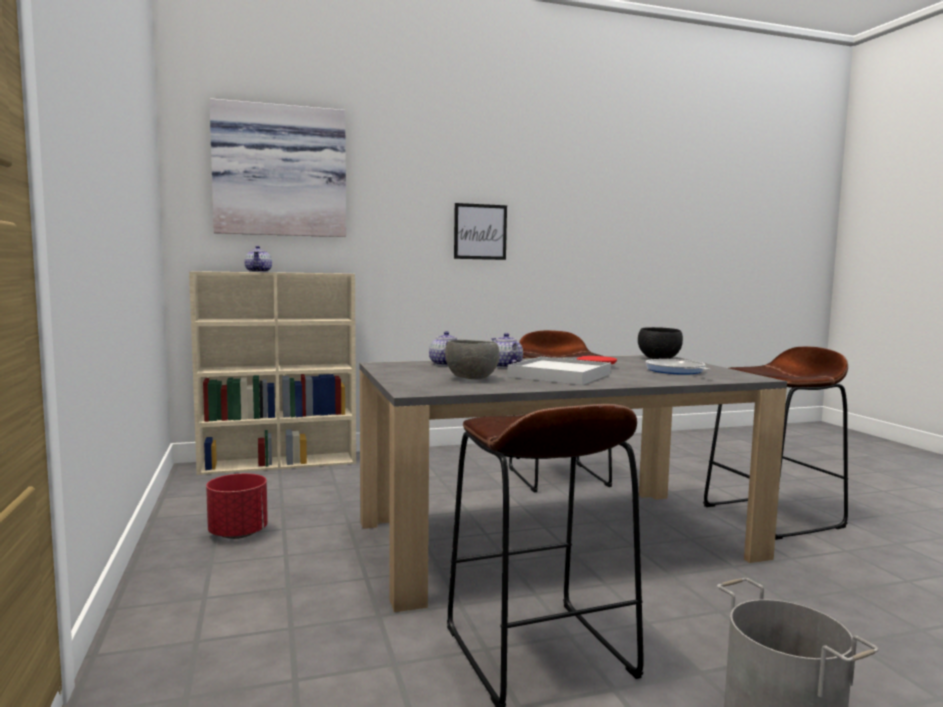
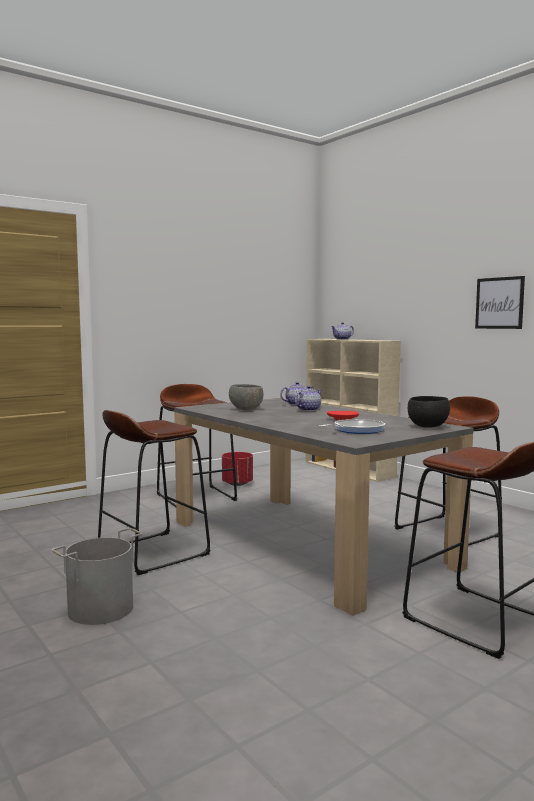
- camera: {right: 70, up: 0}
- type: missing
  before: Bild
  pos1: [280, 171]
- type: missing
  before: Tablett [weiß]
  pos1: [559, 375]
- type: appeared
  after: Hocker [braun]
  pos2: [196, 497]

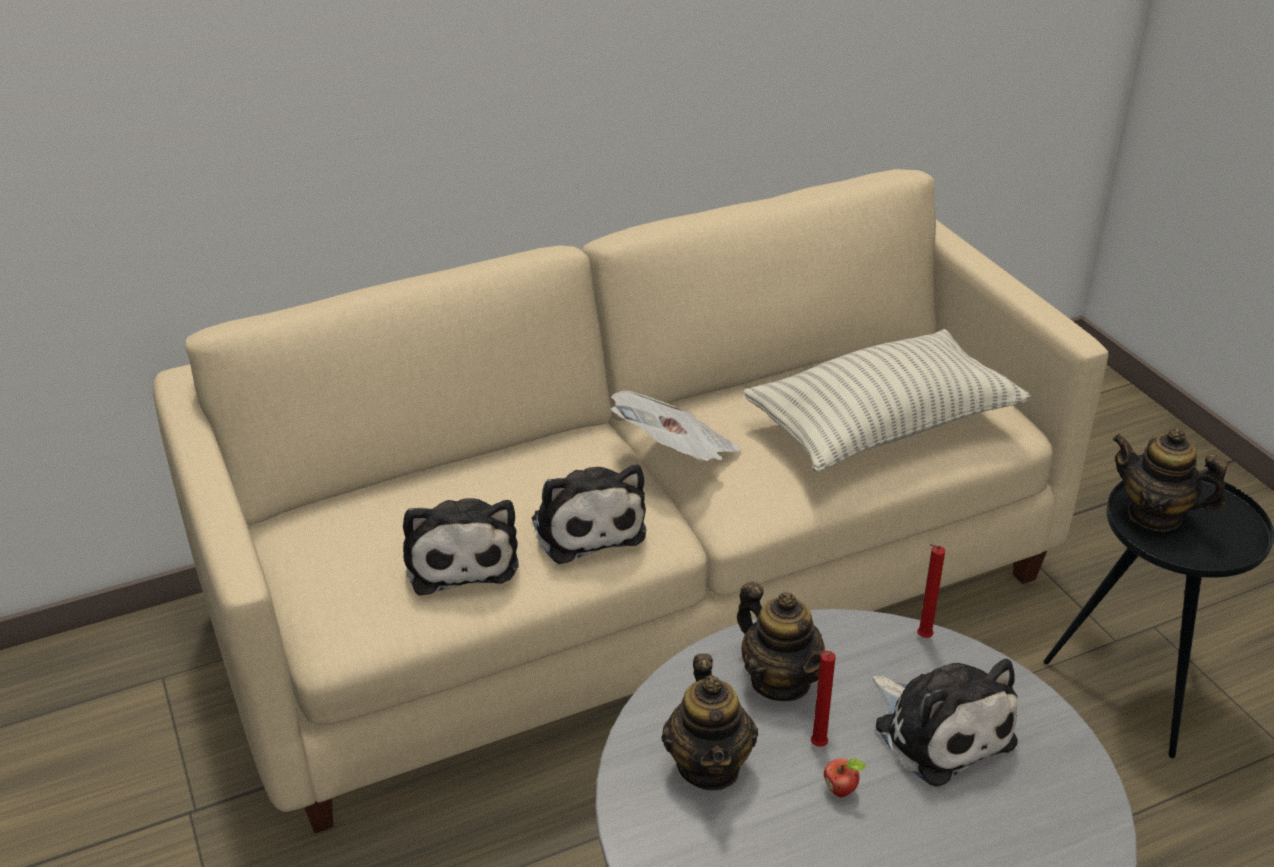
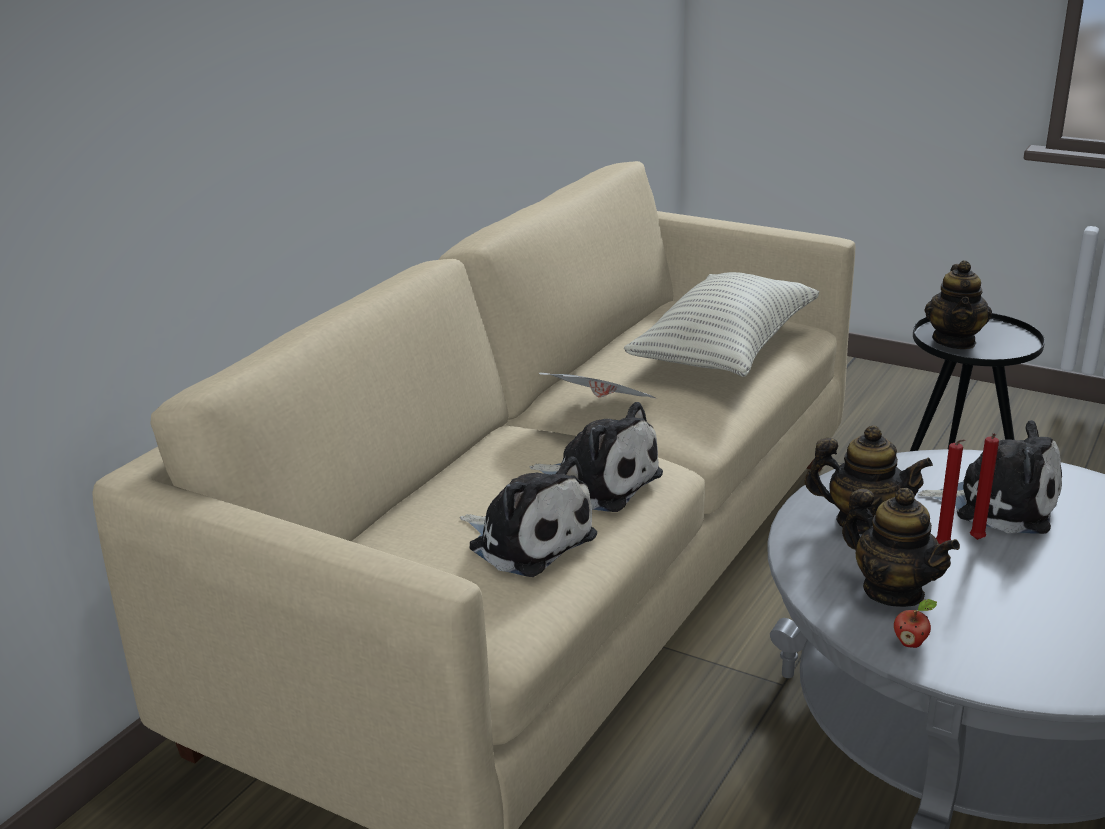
- camera: {right: -35, up: -10}
- type: relocated
  before: Apfel
  pos1: [842, 790]
  pos2: [911, 643]
- type: relocated
  before: Kerze [rot]
  pos1: [922, 638]
  pos2: [976, 540]
- type: spun
  before: Teekanne
  pos1: [1155, 515]
  pos2: [954, 341]
  turn: -75

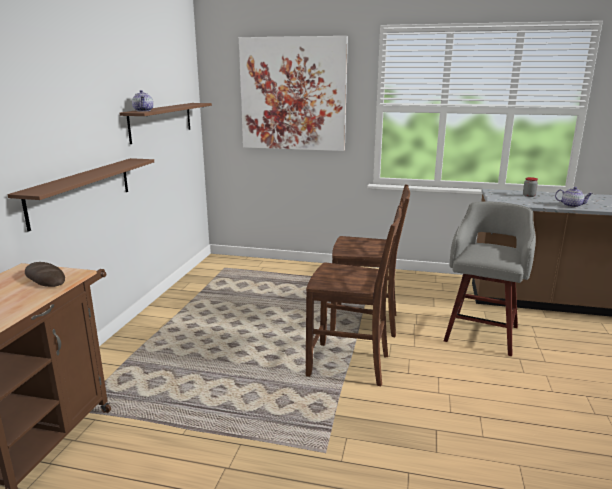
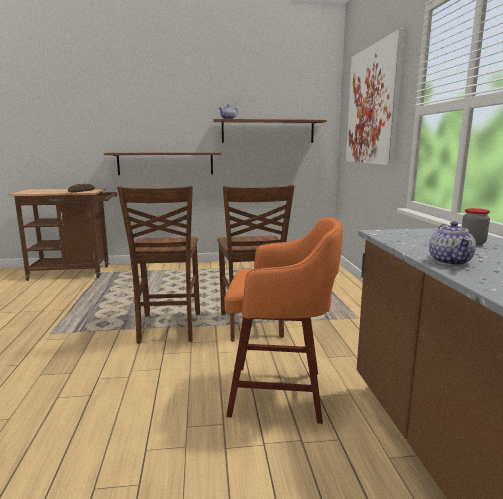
- camera: {right: 70, up: -5}
- type: colour
  before: Hocker [grau]
  after: Hocker [orange]
  pos1: [482, 332]
  pos2: [280, 393]

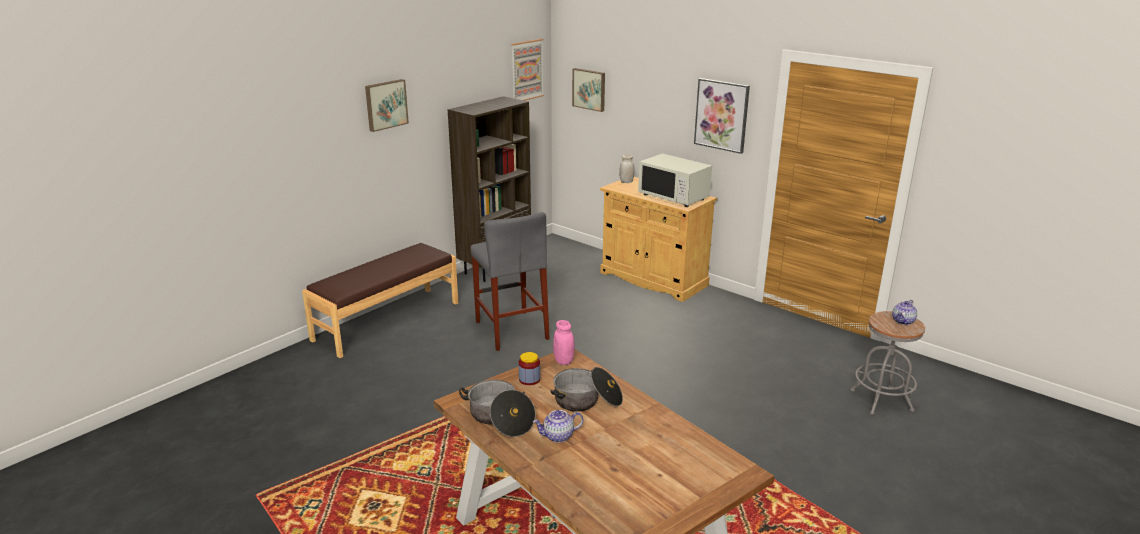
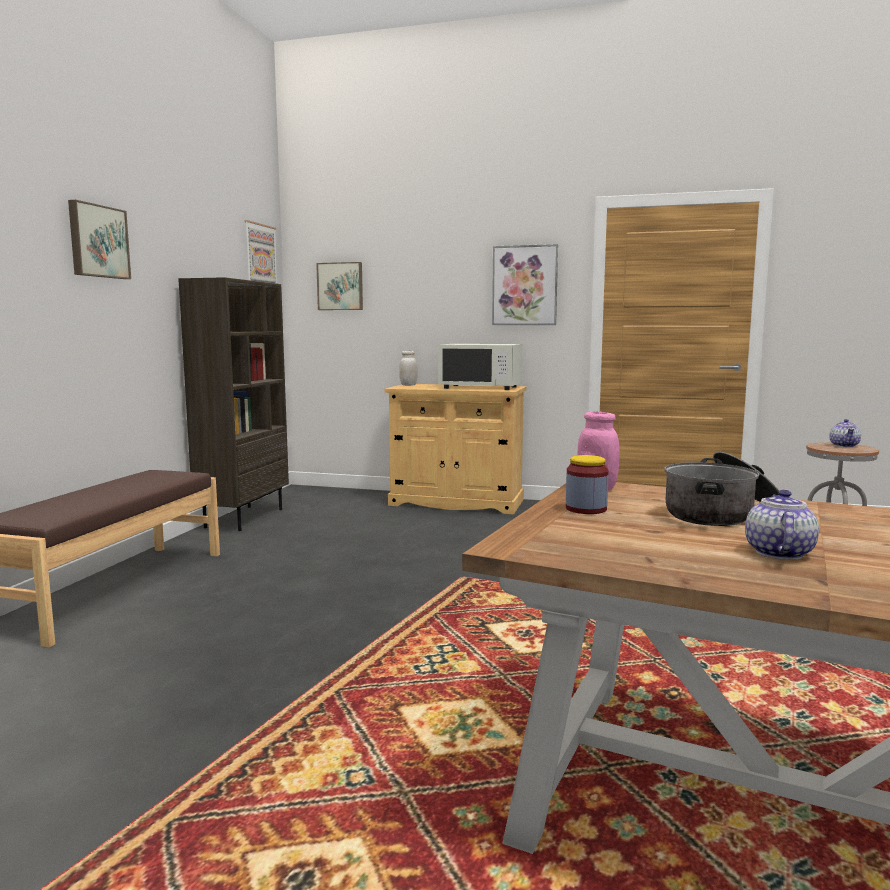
- camera: {right: -25, up: -15}
- type: missing
  before: Kochtopf
  pos1: [499, 418]
- type: missing
  before: Hocker [grau]
  pos1: [511, 330]
- type: spun
  before: Teekanne
  pos1: [558, 436]
  pos2: [777, 552]
  turn: 150

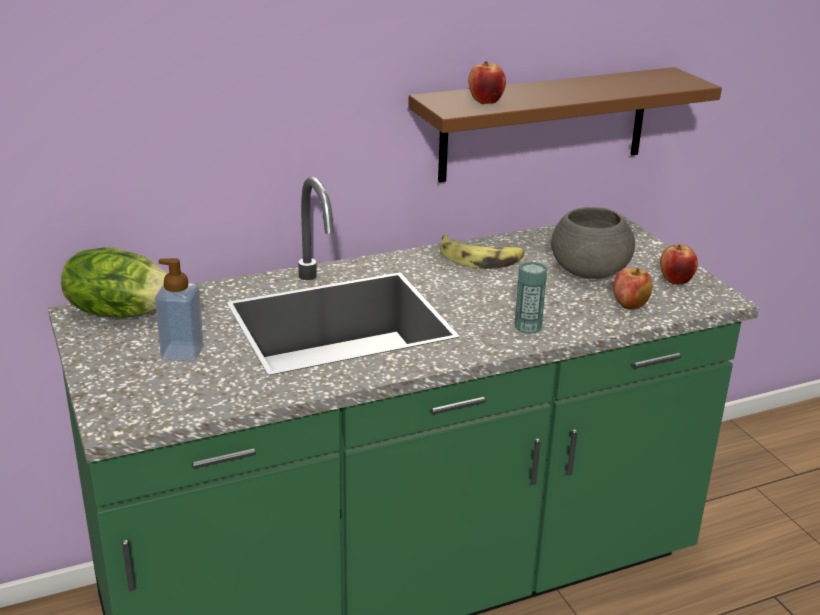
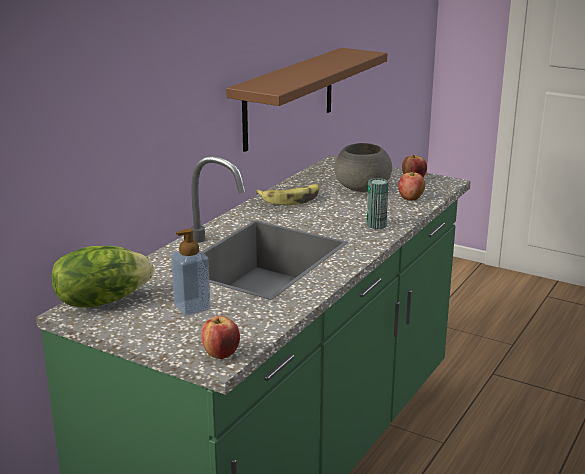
- camera: {right: -35, up: -5}
- type: relocated
  before: Apfel
  pos1: [486, 102]
  pos2: [221, 354]

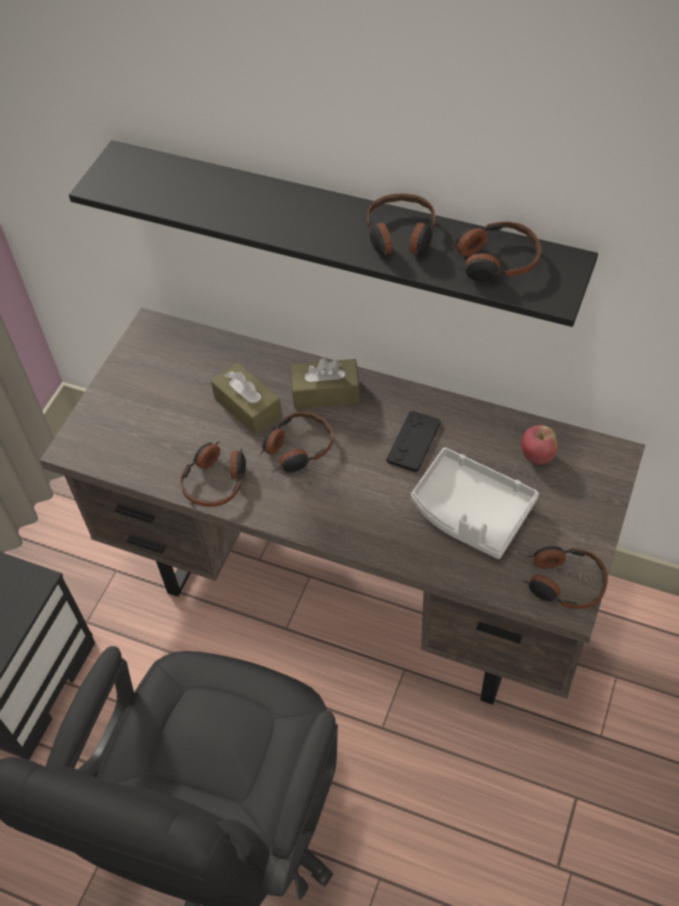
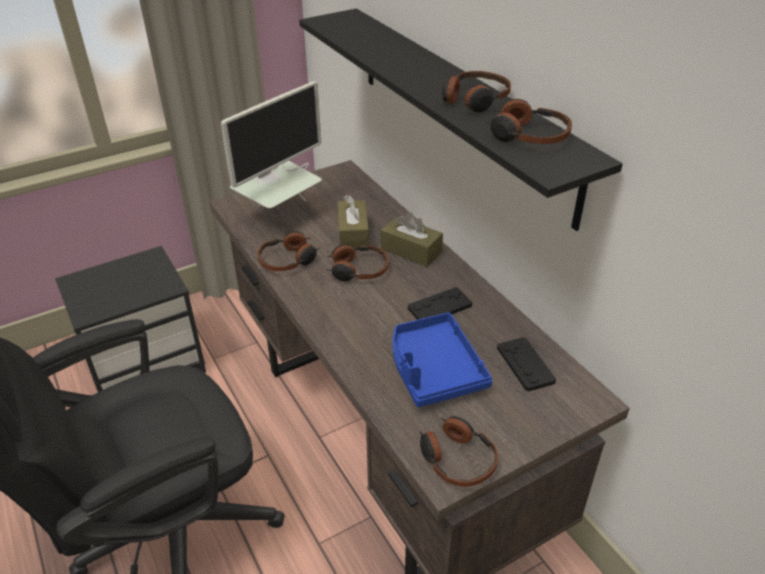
- camera: {right: 35, up: -15}
- type: appeared
  after: Monitor
  pos2: [279, 215]
- type: exchanged
  before: Apfel
  after: Gamepad [schwarz]
  pos1: [537, 456]
  pos2: [525, 365]
- type: colour
  before: Tablett [grau]
  after: Tablett [blau]
  pos1: [470, 512]
  pos2: [434, 369]

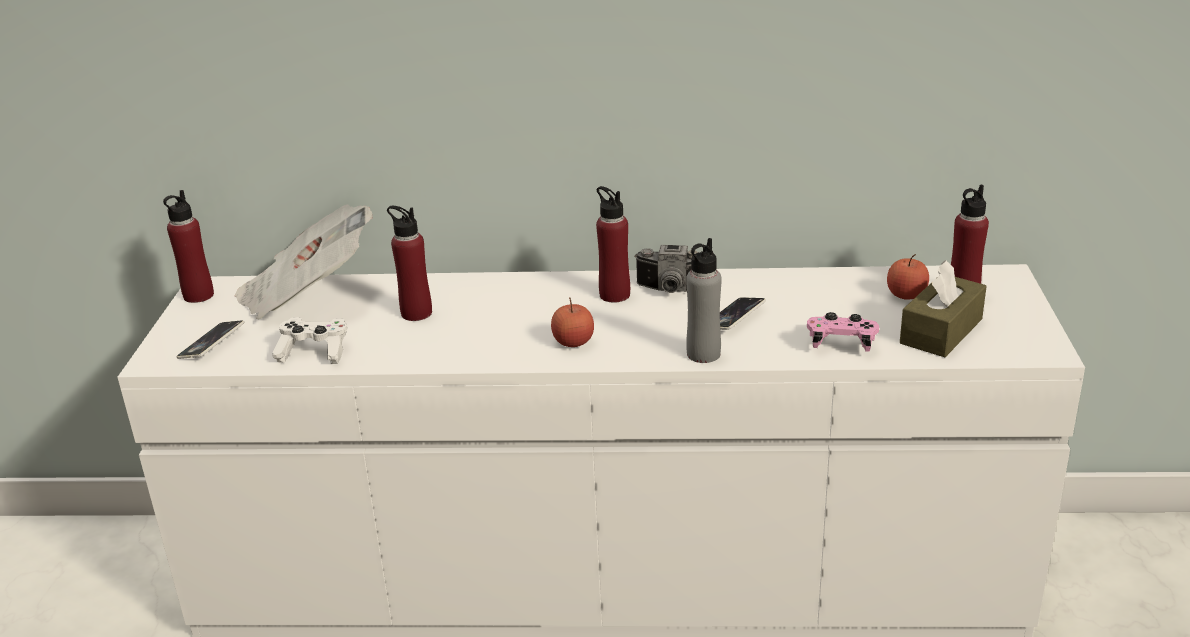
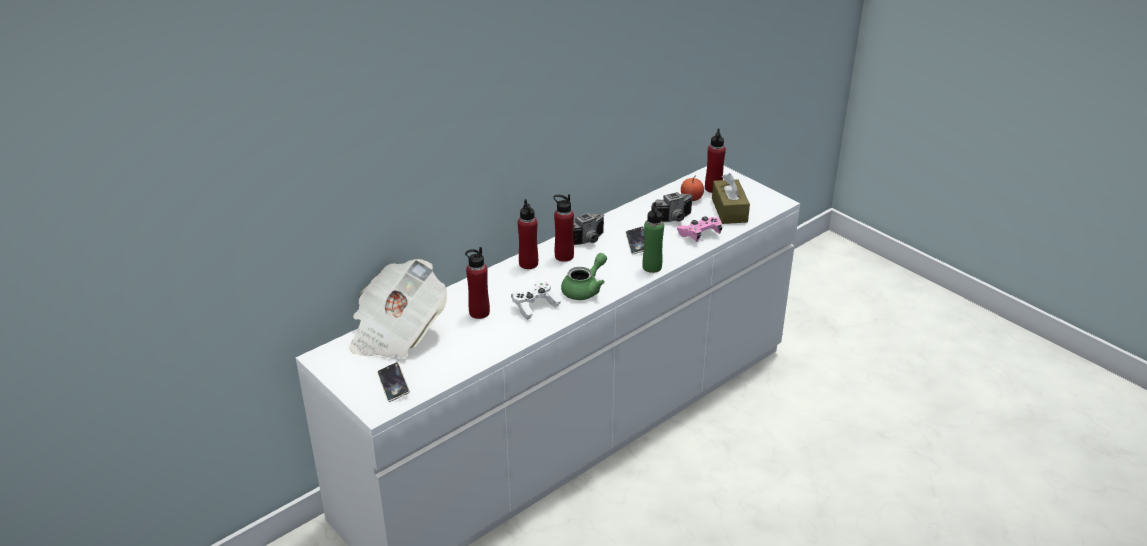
- camera: {right: -45, up: 5}
- type: appeared
  after: Kamera
  pos2: [674, 220]
- type: relocated
  before: Flasche [rot]
  pos1: [198, 295]
  pos2: [528, 264]
- type: relocated
  before: Gamepad [weiß]
  pos1: [314, 352]
  pos2: [535, 306]
- type: exchanged
  before: Apfel
  after: Teekanne [grün]
  pos1: [573, 342]
  pos2: [585, 289]
- type: colour
  before: Flasche [grau]
  after: Flasche [grün]
  pos1: [703, 354]
  pos2: [652, 267]

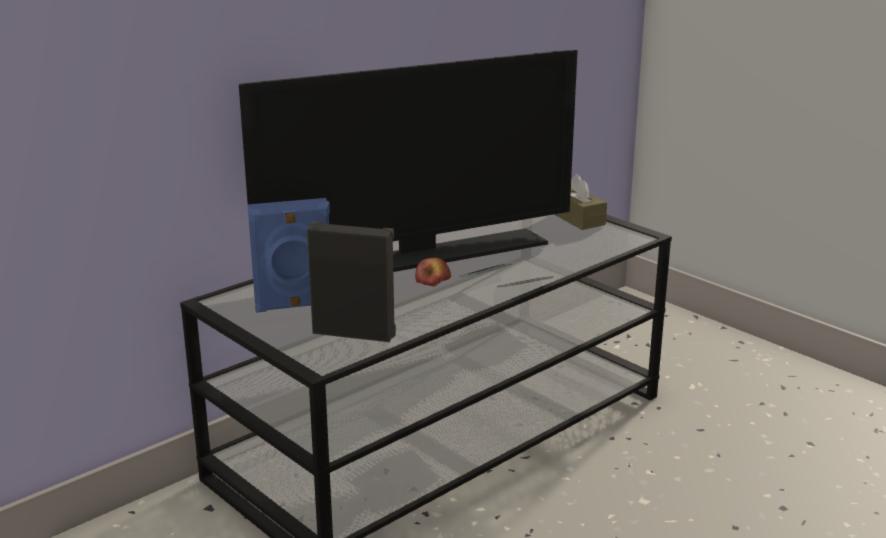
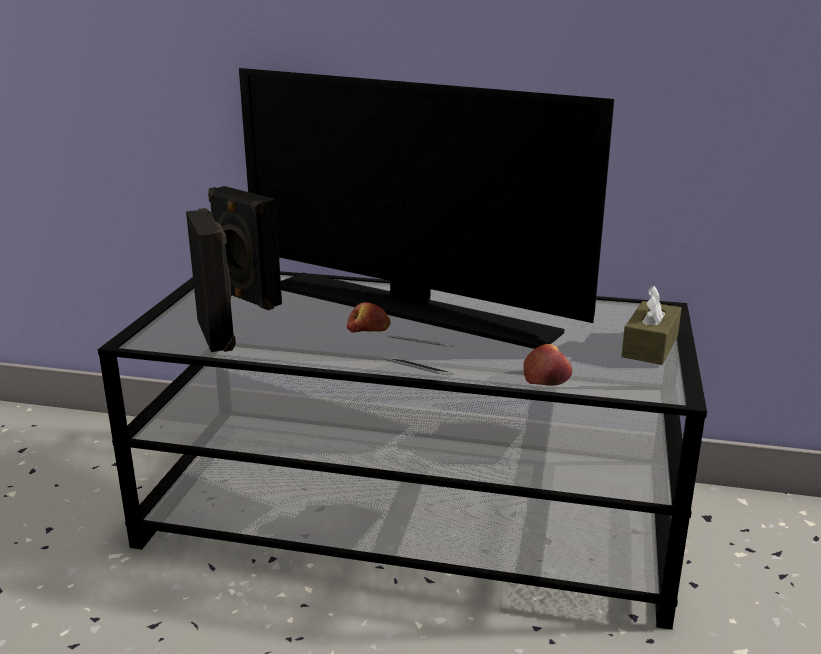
- camera: {right: 55, up: 0}
- type: appeared
  after: Apfel
  pos2: [547, 377]
- type: colour
  before: Lautsprecher [blau]
  after: Lautsprecher [schwarz]
  pos1: [294, 305]
  pos2: [247, 299]

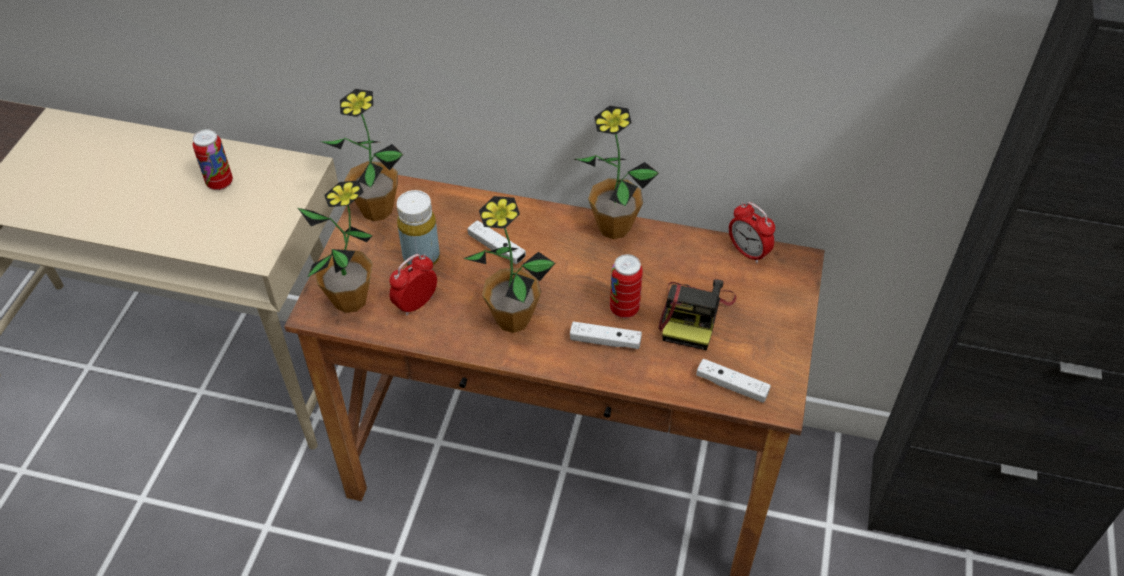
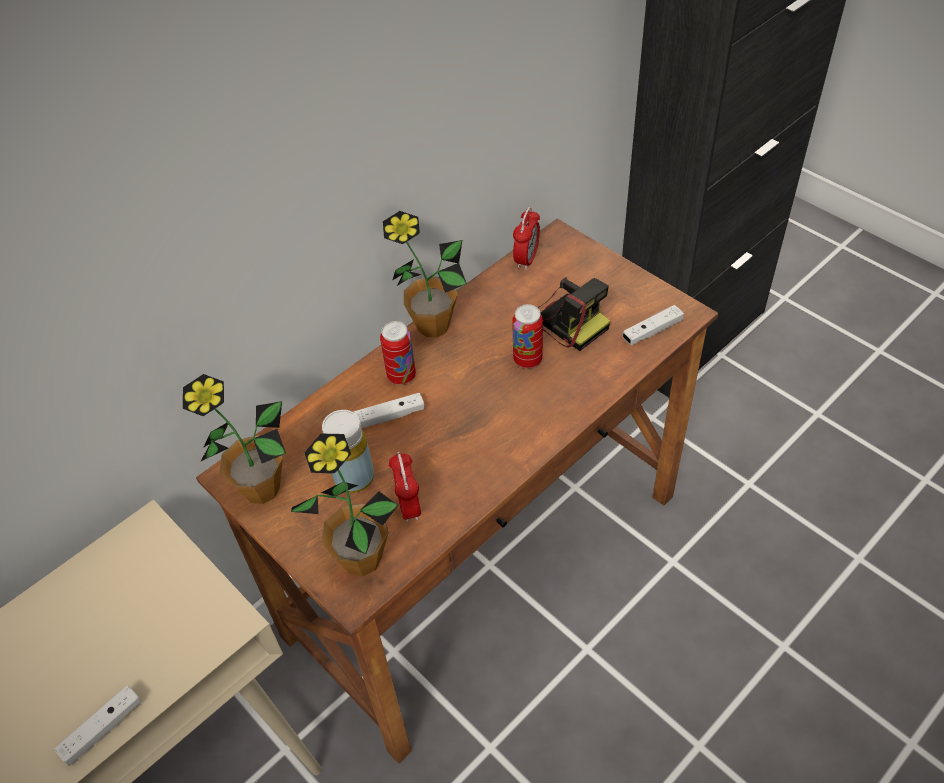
- camera: {right: -55, up: 0}
- type: missing
  before: Topfpflanze
  pos1: [513, 319]
- type: relocated
  before: Dose
  pos1: [220, 183]
  pos2: [401, 376]
- type: relocated
  before: Gamepad [weiß]
  pos1: [605, 341]
  pos2: [103, 729]
- type: spun
  before: Wecker
  pos1: [748, 252]
  pos2: [526, 259]
  turn: -60

